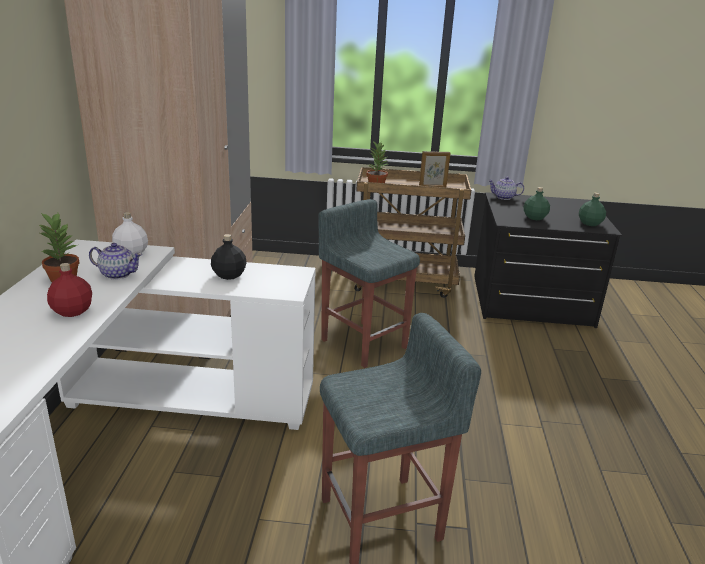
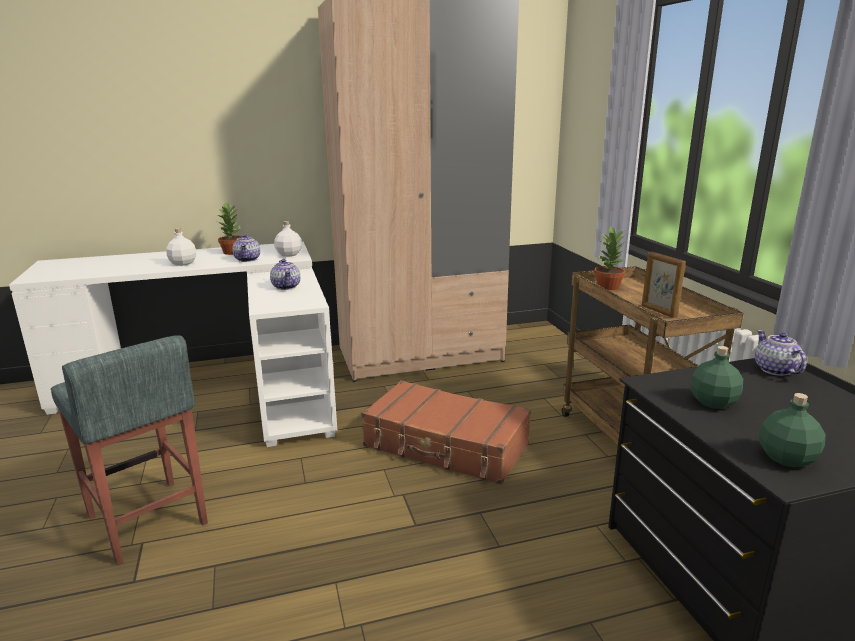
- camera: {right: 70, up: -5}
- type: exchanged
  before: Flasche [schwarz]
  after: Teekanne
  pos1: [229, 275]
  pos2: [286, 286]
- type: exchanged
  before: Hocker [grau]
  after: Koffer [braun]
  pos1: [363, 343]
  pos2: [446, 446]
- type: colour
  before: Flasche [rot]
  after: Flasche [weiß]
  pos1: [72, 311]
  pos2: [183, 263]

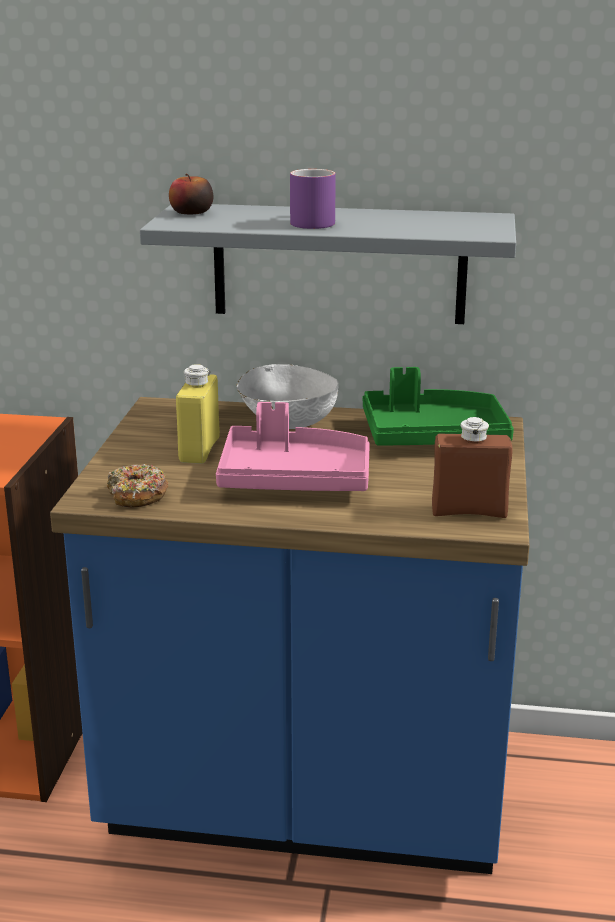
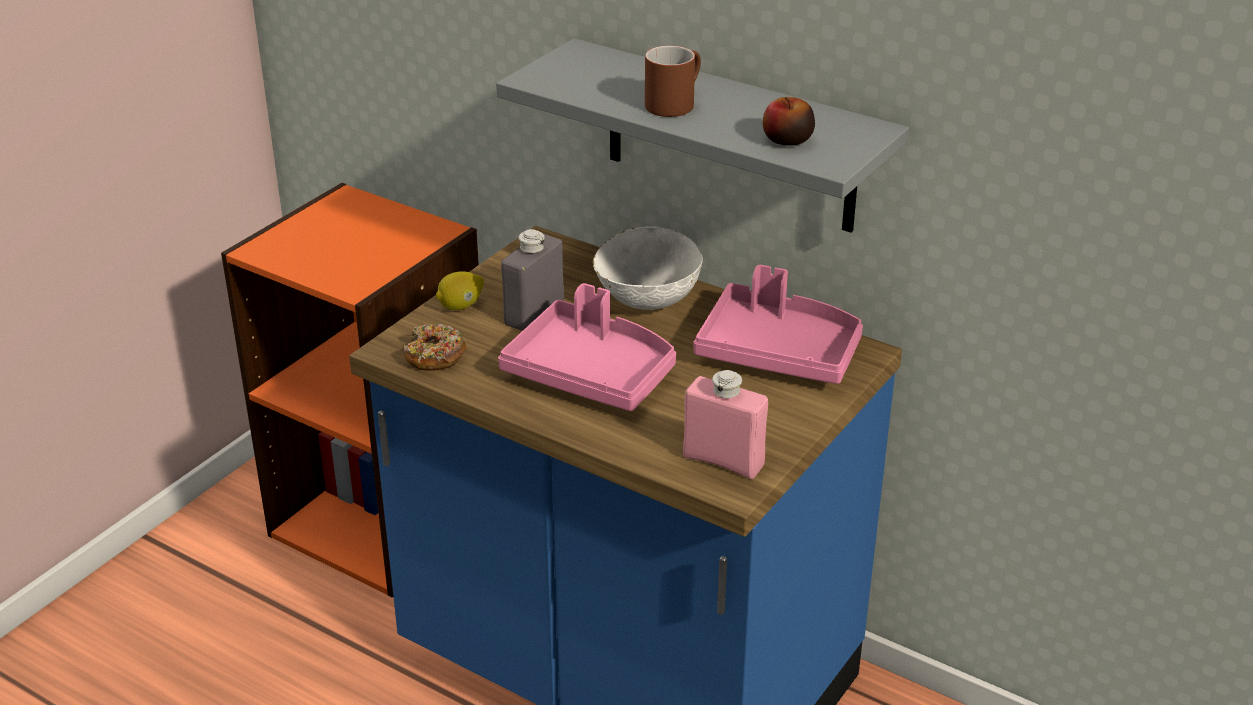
- camera: {right: 25, up: 10}
- type: appeared
  after: Zitrone
  pos2: [461, 306]
- type: relocated
  before: Apfel
  pos1: [191, 213]
  pos2: [787, 140]
- type: colour
  before: Flasche [gelb]
  after: Flasche [grau]
  pos1: [199, 450]
  pos2: [534, 312]
- type: colour
  before: Henkelbecher [lila]
  after: Henkelbecher [braun]
  pos1: [313, 221]
  pos2: [674, 102]
- type: colour
  before: Tablett [grün]
  after: Tablett [rosa]
  pos1: [432, 436]
  pos2: [778, 352]
- type: colour
  before: Flasche [braun]
  after: Flasche [rosa]
  pos1: [469, 511]
  pos2: [723, 461]

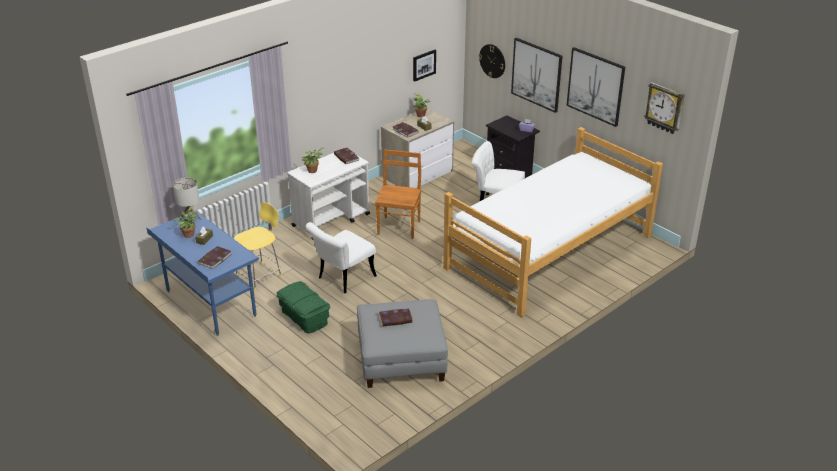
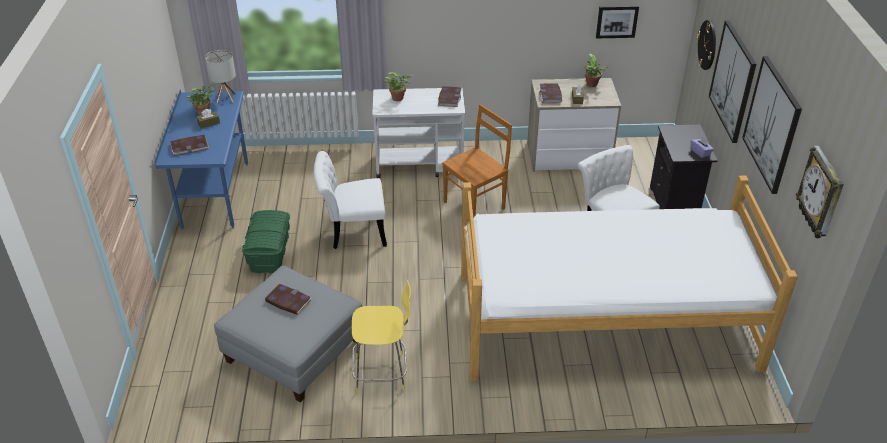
- camera: {right: 40, up: 5}
- type: relocated
  before: Hocker [gelb]
  pos1: [260, 276]
  pos2: [382, 372]

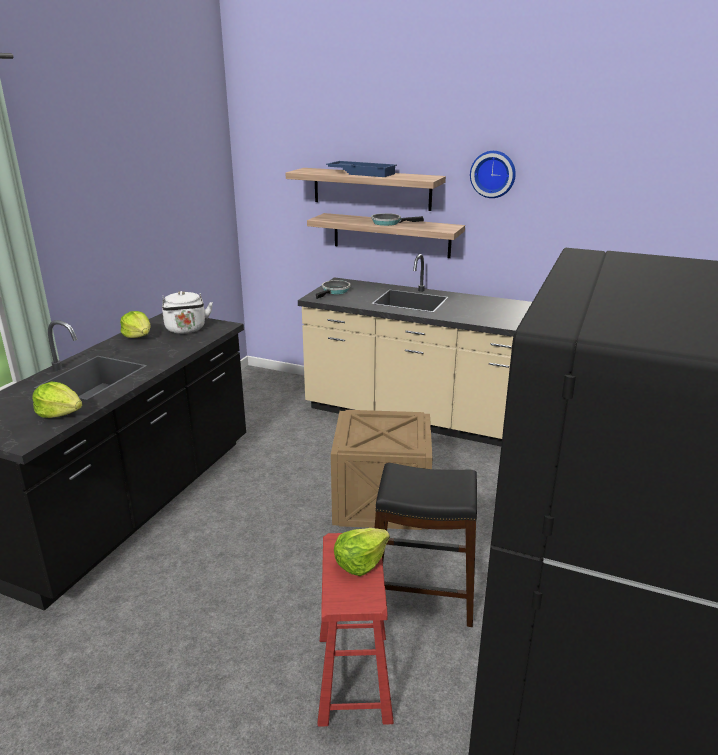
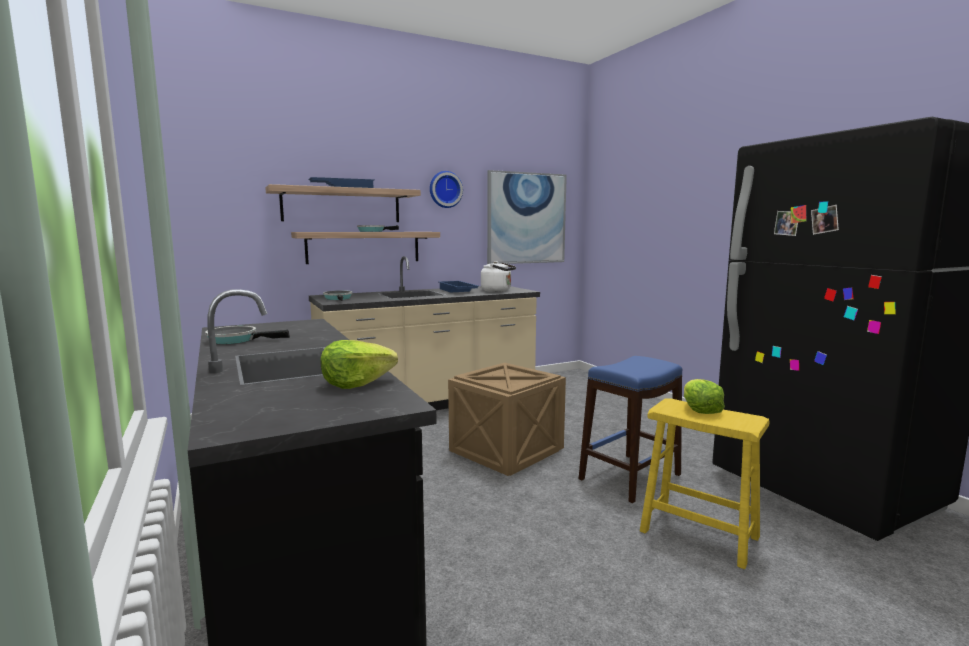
- camera: {right: -50, up: -15}
- type: appeared
  after: Tablett [blau]
  pos2: [457, 291]
- type: appeared
  after: Bild
  pos2: [526, 218]
- type: relocated
  before: Wasserkessel [weiß]
  pos1: [186, 330]
  pos2: [498, 291]
- type: exchanged
  before: Salatkopf
  after: Pfanne
  pos1: [138, 336]
  pos2: [236, 340]
- type: colour
  before: Hocker [rot]
  after: Hocker [gelb]
  pos1: [354, 677]
  pos2: [699, 534]
- type: colour
  before: Hocker [schwarz]
  after: Hocker [blau]
  pos1: [422, 593]
  pos2: [629, 477]

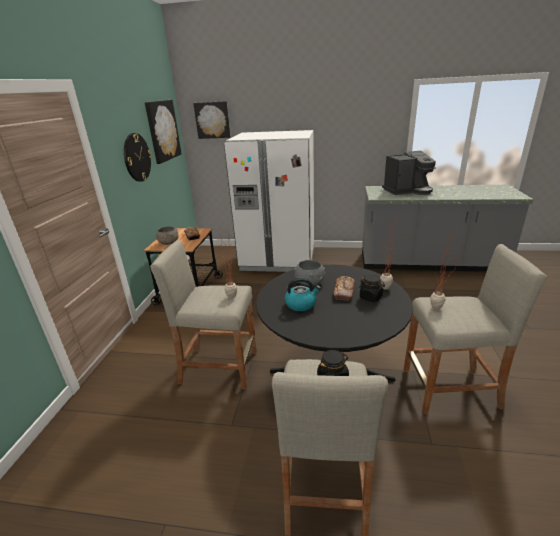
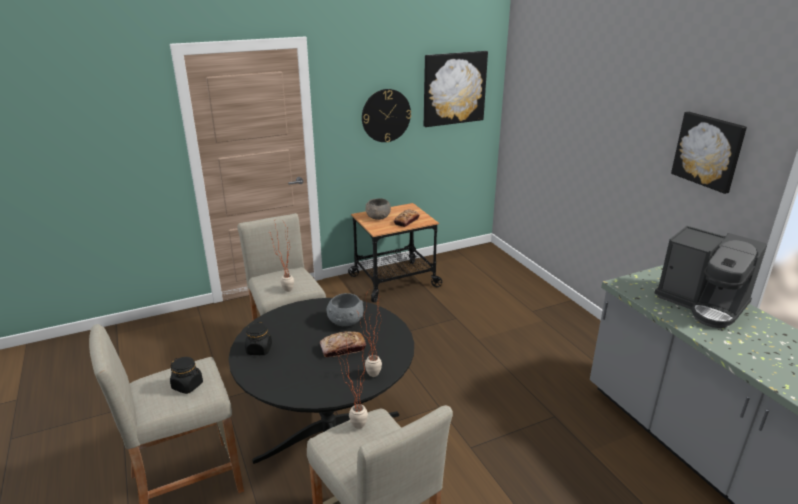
- camera: {right: 55, up: 0}
- type: missing
  before: Kühlschrank [weiß]
  pos1: [278, 259]
- type: missing
  before: Wasserkessel
  pos1: [301, 304]
- type: relocated
  before: Bild
  pos1: [212, 120]
  pos2: [709, 151]
- type: relocated
  before: Vorratsglas [schwarz]
  pos1: [371, 297]
  pos2: [259, 350]

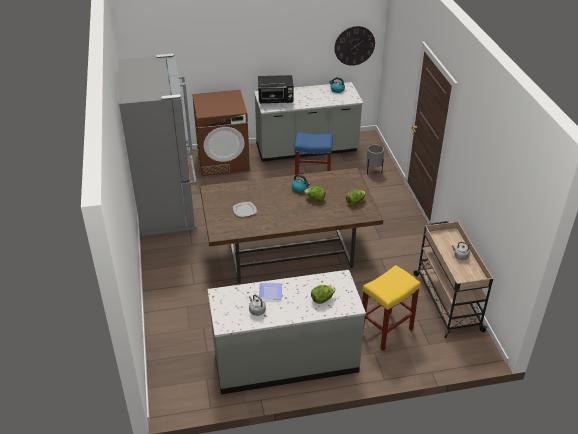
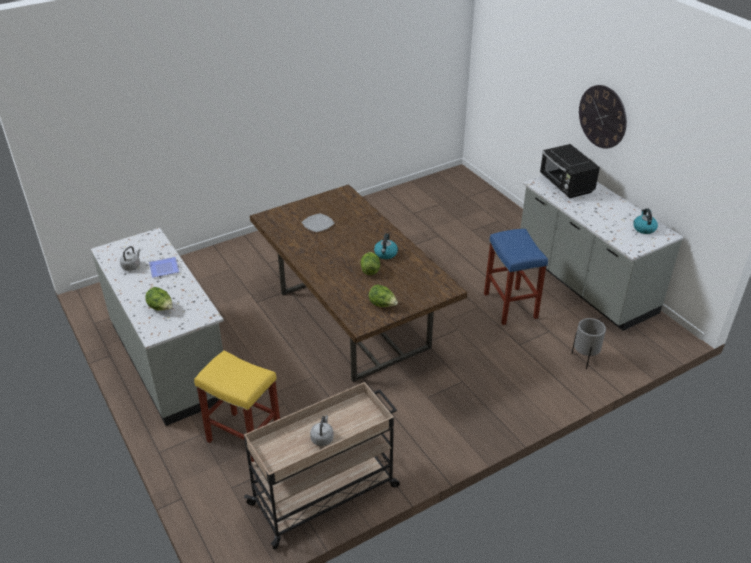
- camera: {right: 70, up: 0}
- type: missing
  before: Kühlschrank [grau]
  pos1: [168, 207]
- type: missing
  before: Waschmaschine [braun]
  pos1: [223, 161]
- type: relocated
  before: Wanduhr
  pos1: [354, 45]
  pos2: [602, 116]

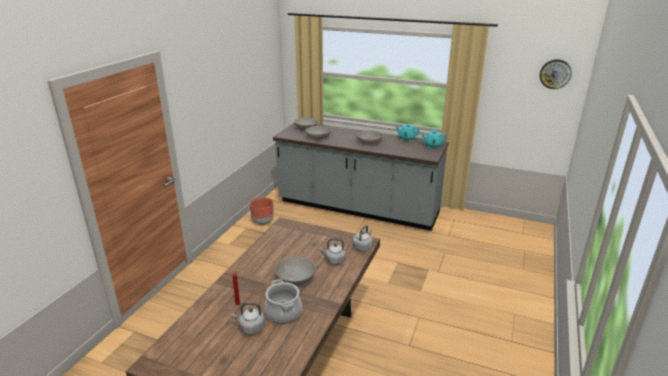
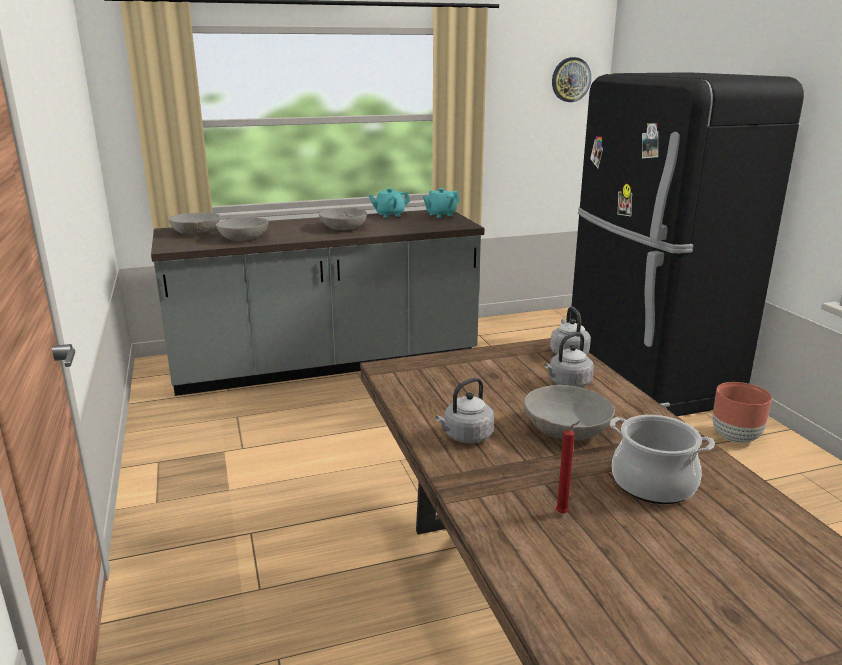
- camera: {right: -40, up: -5}
- type: appeared
  after: Kühlschrank [schwarz]
  pos2: [644, 380]
- type: relocated
  before: Wasserkessel [grau]
  pos1: [250, 328]
  pos2: [466, 437]
- type: relocated
  before: Pflanzkübel [braun]
  pos1: [263, 222]
  pos2: [735, 437]

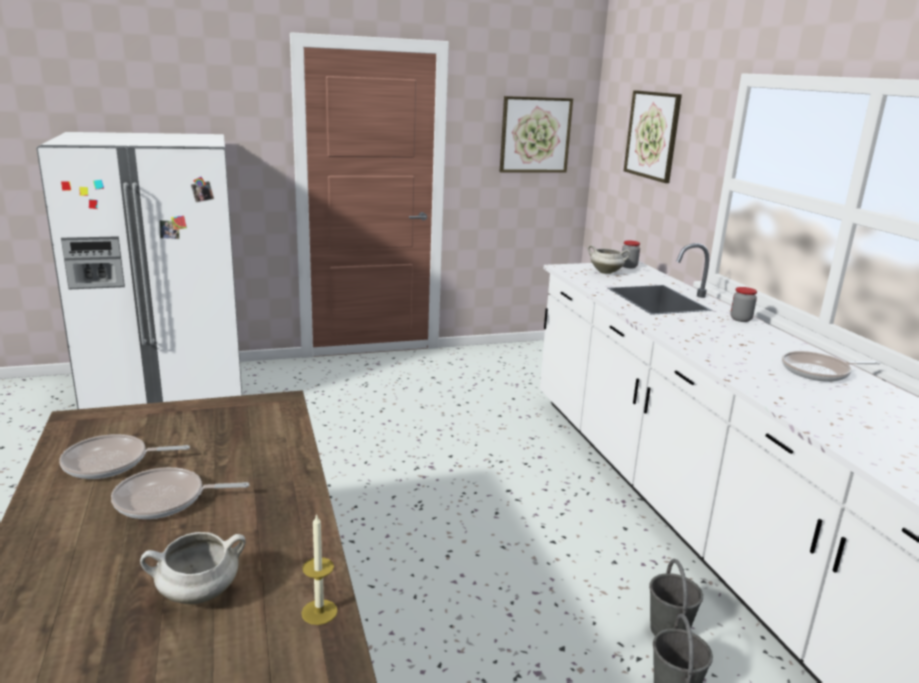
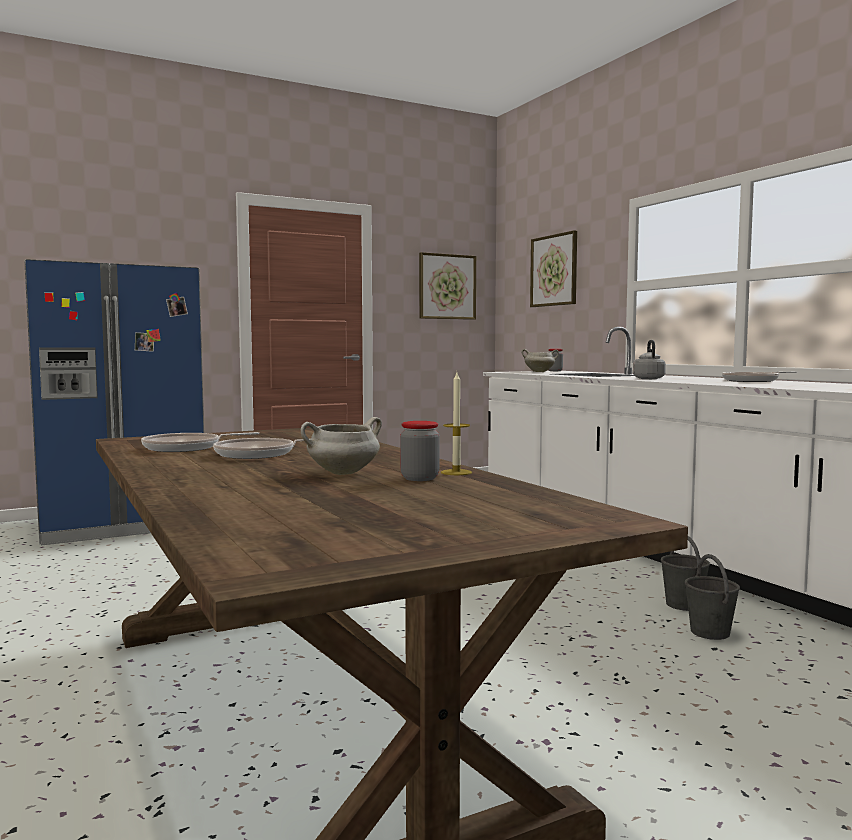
- camera: {right: -10, up: -15}
- type: appeared
  after: Wasserkessel [grau]
  pos2: [648, 378]
- type: relocated
  before: Vorratsglas
  pos1: [740, 319]
  pos2: [419, 478]
- type: colour
  before: Kühlschrank [weiß]
  after: Kühlschrank [blau]
  pos1: [168, 392]
  pos2: [120, 525]

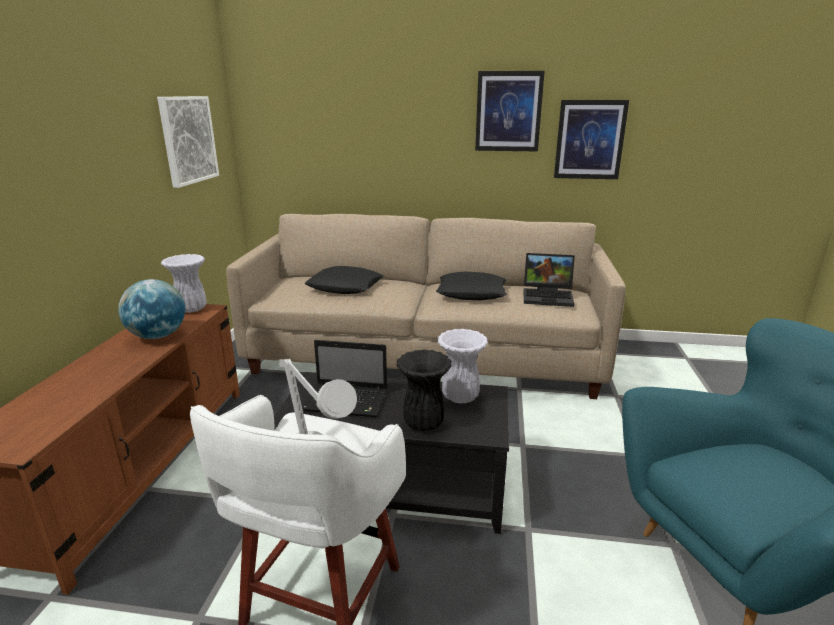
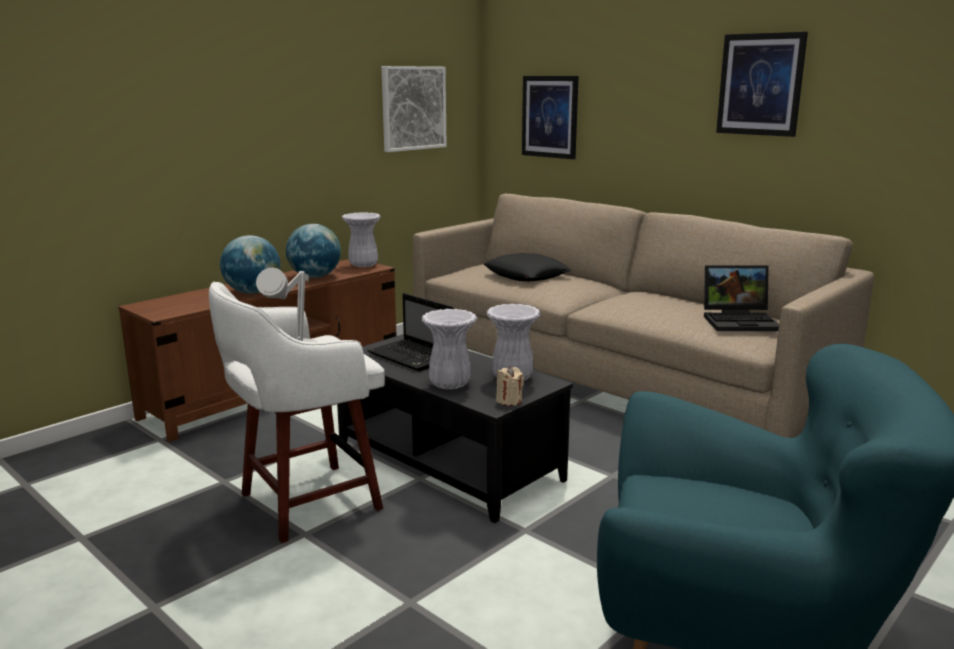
- camera: {right: 35, up: -5}
- type: missing
  before: Kissen [schwarz]
  pos1: [471, 293]
- type: appeared
  after: Globus
  pos2: [253, 292]
- type: appeared
  after: Kerze [beige]
  pos2: [509, 401]
- type: relocated
  before: Bild
  pos1: [589, 140]
  pos2: [550, 117]
- type: colour
  before: Vase [schwarz]
  after: Vase [weiß]
  pos1: [424, 423]
  pos2: [451, 385]
- type: spun
  before: Laptop
  pos1: [549, 296]
  pos2: [741, 321]
  turn: -45

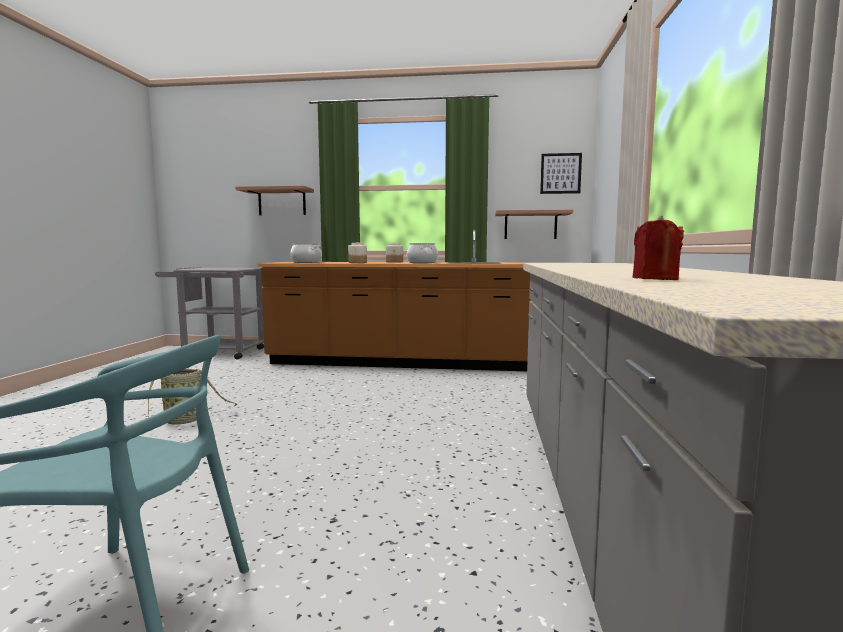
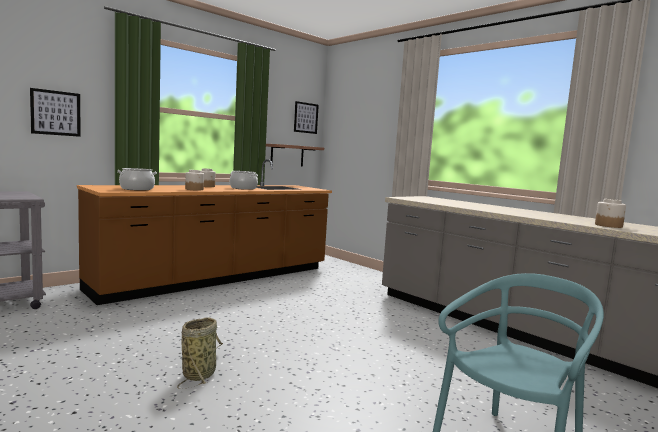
- camera: {right: -50, up: 0}
- type: exchanged
  before: Wandregal
  after: Bild
  pos1: [282, 202]
  pos2: [55, 113]
- type: exchanged
  before: Kerze [rot]
  after: Vorratsglas
  pos1: [655, 279]
  pos2: [609, 226]

